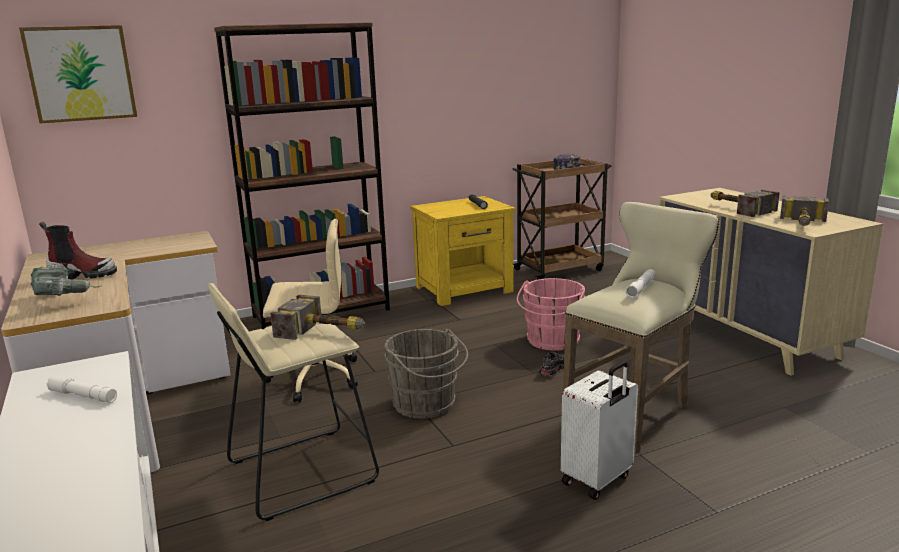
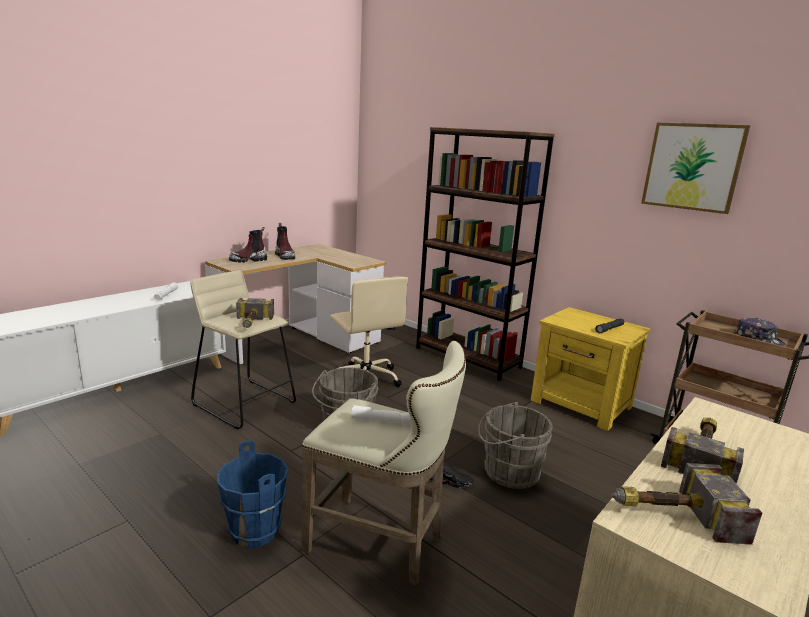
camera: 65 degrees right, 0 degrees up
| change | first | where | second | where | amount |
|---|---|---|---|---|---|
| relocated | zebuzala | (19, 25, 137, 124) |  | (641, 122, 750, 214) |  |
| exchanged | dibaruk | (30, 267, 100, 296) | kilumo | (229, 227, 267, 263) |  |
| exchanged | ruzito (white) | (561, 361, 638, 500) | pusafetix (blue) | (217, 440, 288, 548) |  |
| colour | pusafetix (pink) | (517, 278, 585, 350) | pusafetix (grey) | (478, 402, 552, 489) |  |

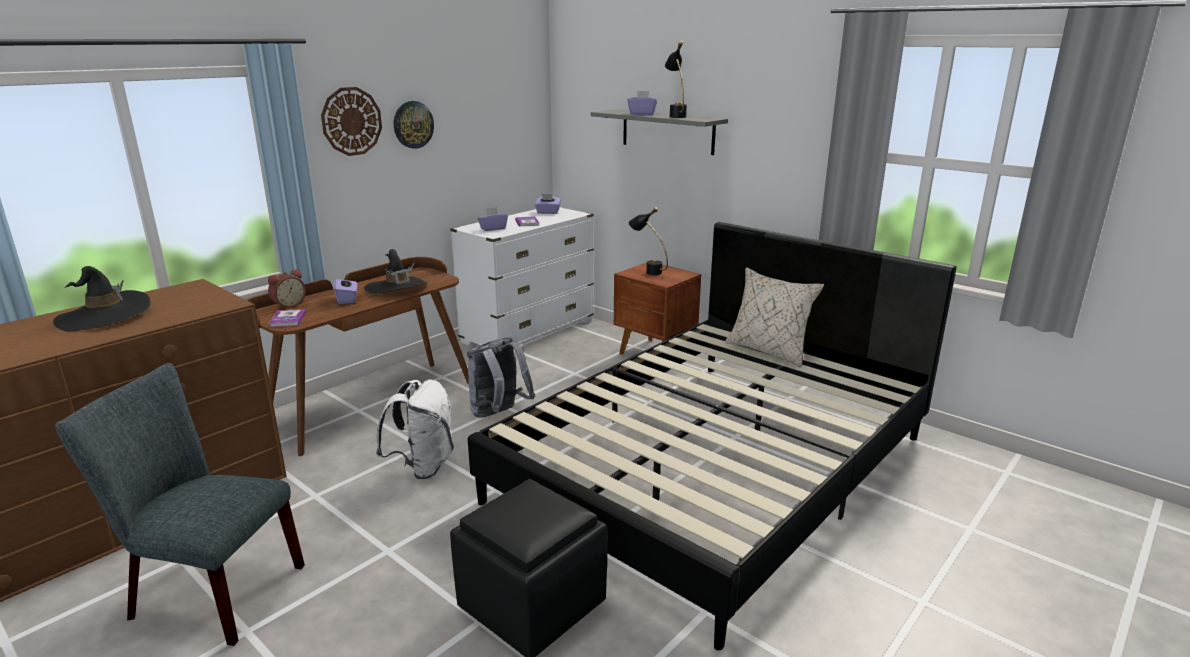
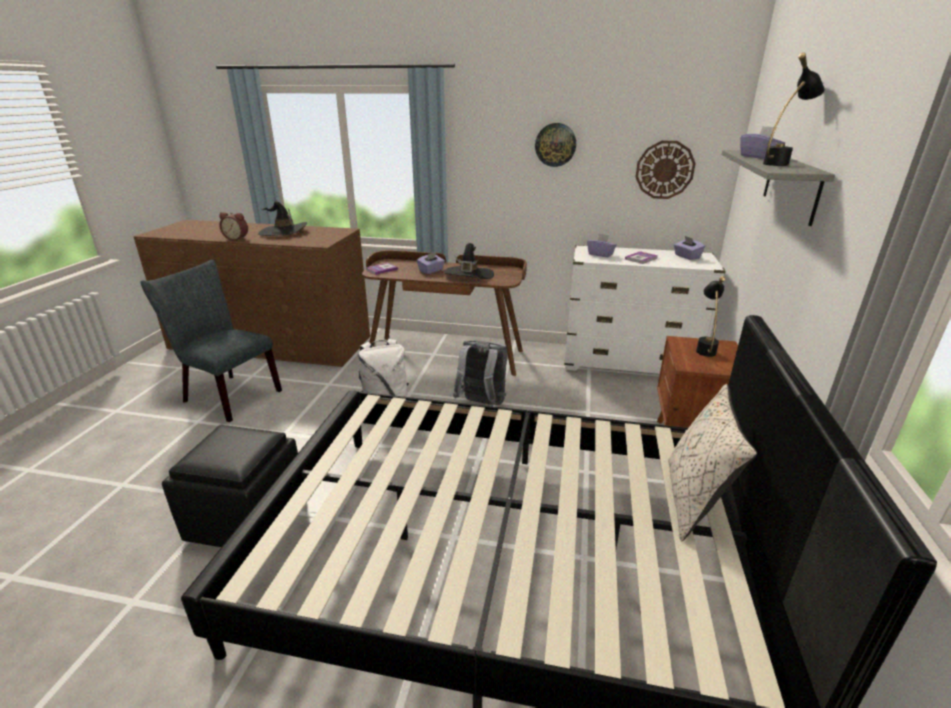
camera: 60 degrees right, 5 degrees up
| change | first | where | second | where | amount |
|---|---|---|---|---|---|
| relocated | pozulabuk | (268, 269, 306, 310) |  | (219, 212, 248, 241) |  |
| relocated | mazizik | (321, 87, 382, 156) |  | (636, 141, 696, 199) |  |
| spun | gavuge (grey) | (55, 363, 305, 646) |  | (140, 260, 282, 422) | 45 degrees counterclockwise |

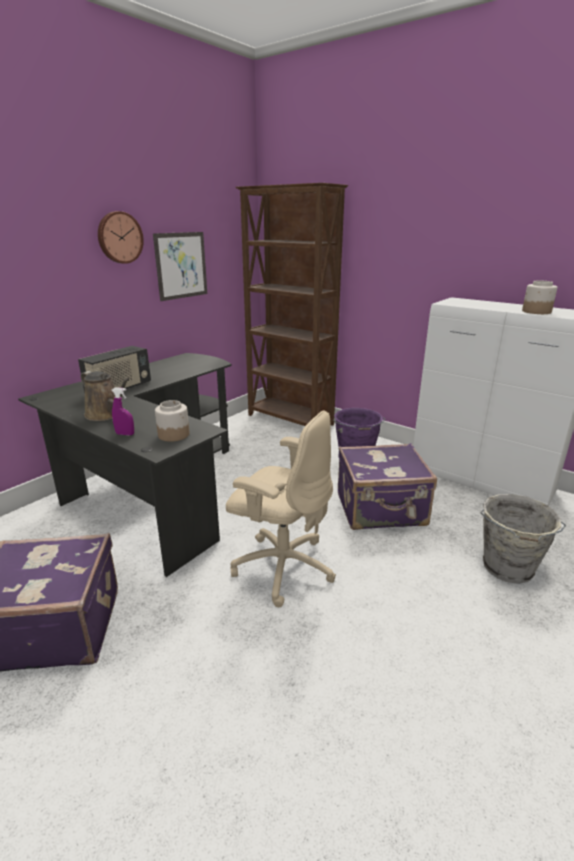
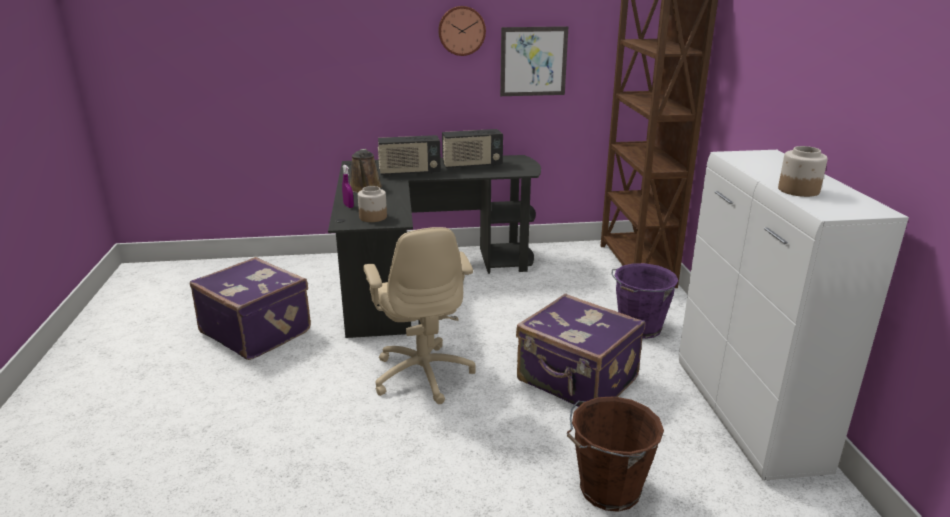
camera: 45 degrees right, 0 degrees up
| change | first | where | second | where | amount |
|---|---|---|---|---|---|
| appeared |  |  | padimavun | (442, 129, 503, 169) |  |
| colour | pusafetix (grey) | (480, 494, 566, 584) | pusafetix (brown) | (567, 396, 664, 512) |  |

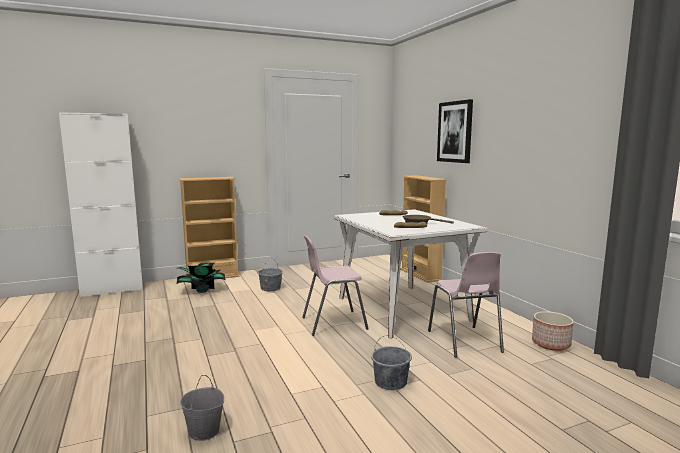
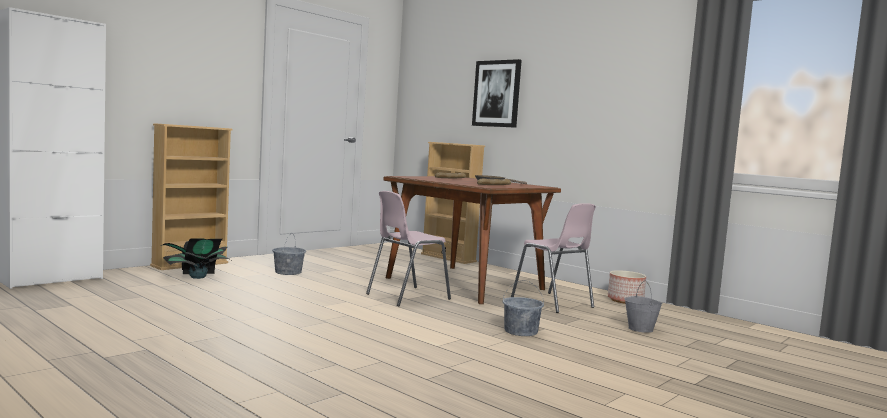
camera: 25 degrees left, 5 degrees down
| change | first | where | second | where | amount |
|---|---|---|---|---|---|
| relocated | pusafetix (grey) | (180, 375, 224, 441) |  | (625, 280, 663, 333) |  |
| colour | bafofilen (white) | (334, 209, 488, 338) | bafofilen (brown) | (383, 176, 561, 304) |  |

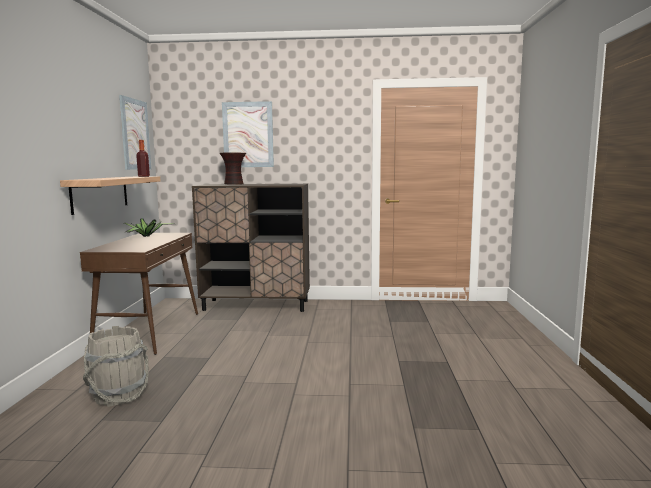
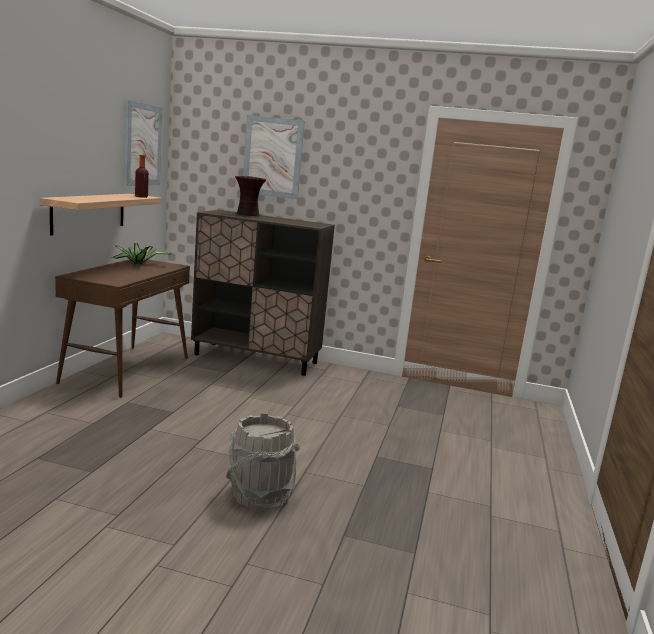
camera: 10 degrees right, 5 degrees up
| change | first | where | second | where | amount |
|---|---|---|---|---|---|
| relocated | pusafetix (grey) | (83, 326, 149, 407) |  | (226, 413, 300, 510) |  |

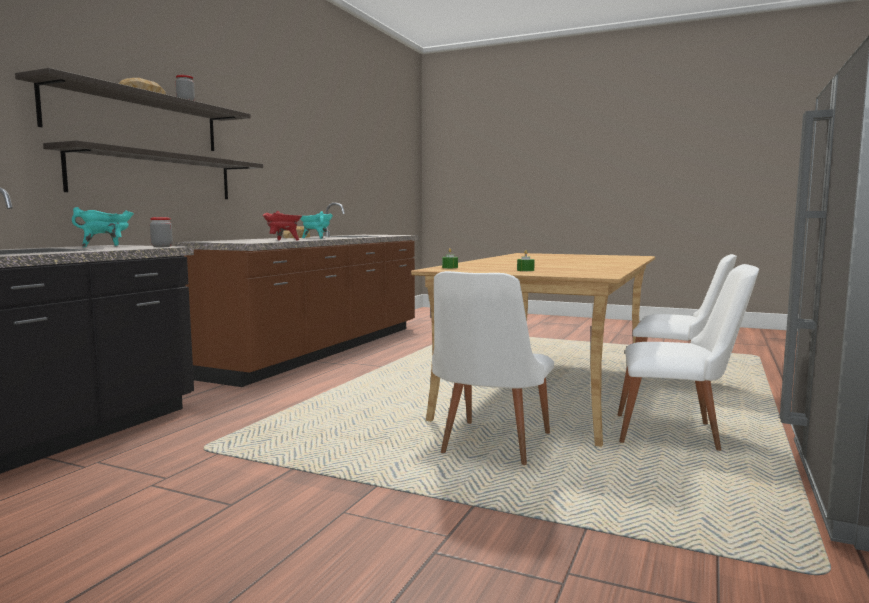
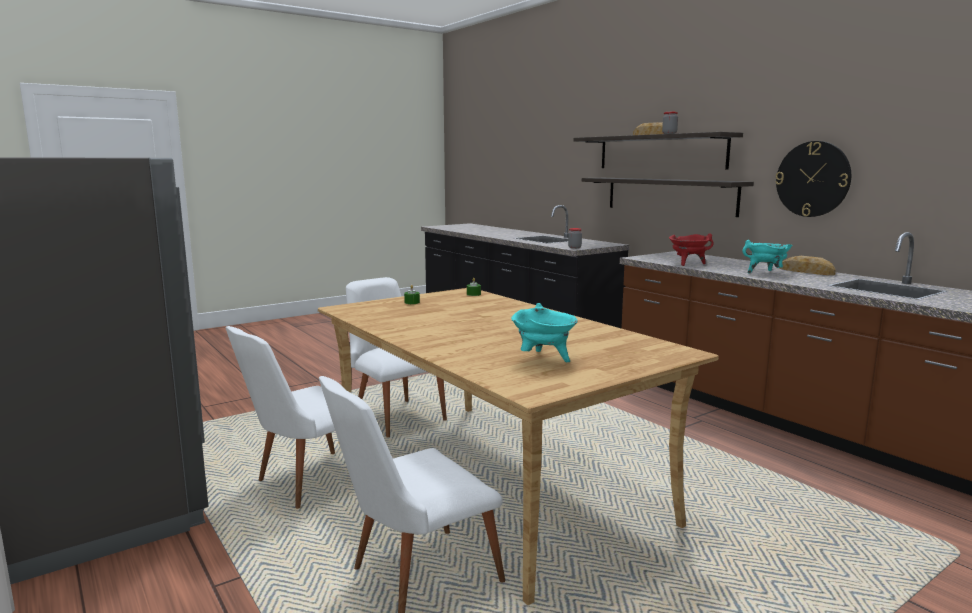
camera: 120 degrees right, 5 degrees up
| change | first | where | second | where | amount |
|---|---|---|---|---|---|
| appeared |  |  | mazizik | (775, 141, 851, 217) |  |
| relocated | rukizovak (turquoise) | (72, 207, 134, 247) |  | (511, 303, 578, 362) |  |

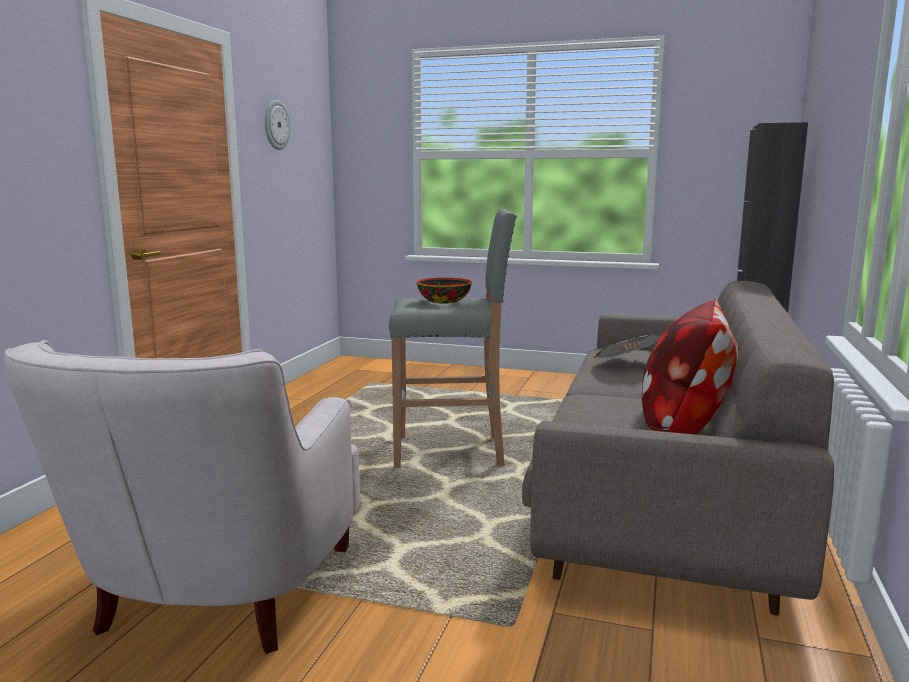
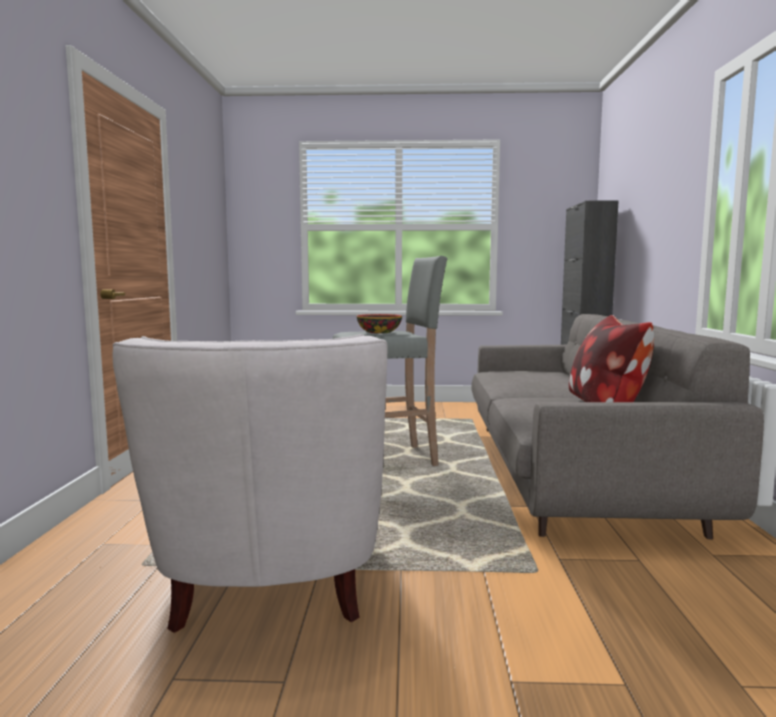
camera: 15 degrees left, 5 degrees down
| change | first | where | second | where | amount |
|---|---|---|---|---|---|
| missing | mazizik | (265, 100, 291, 150) |  |  |  |
| missing | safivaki | (593, 334, 661, 358) |  |  |  |

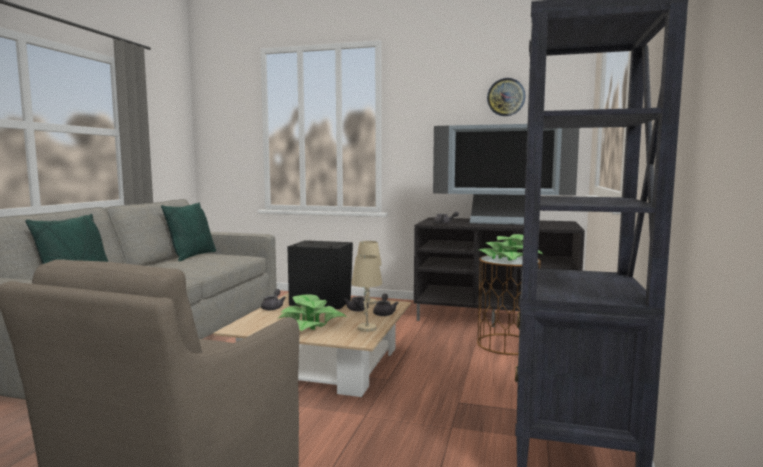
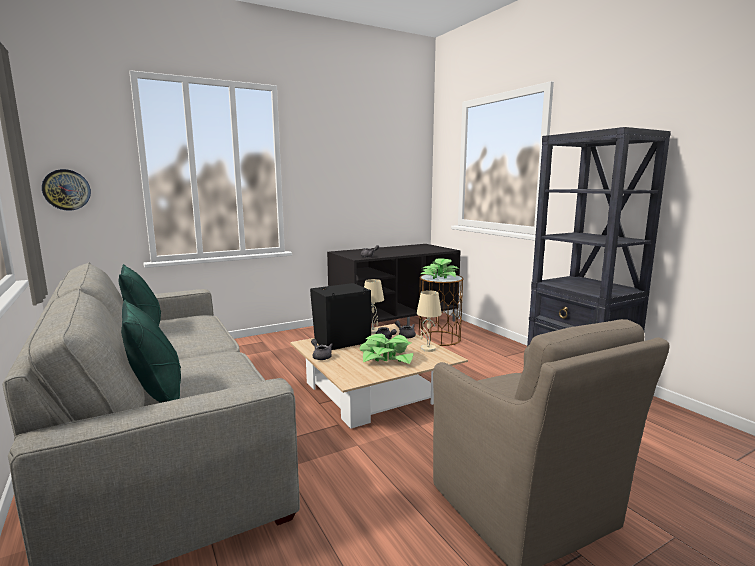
camera: 45 degrees left, 5 degrees up
| change | first | where | second | where | amount |
|---|---|---|---|---|---|
| missing | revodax | (433, 124, 579, 225) |  |  |  |
| relocated | mazizik | (487, 78, 525, 116) |  | (42, 169, 91, 211) |  |

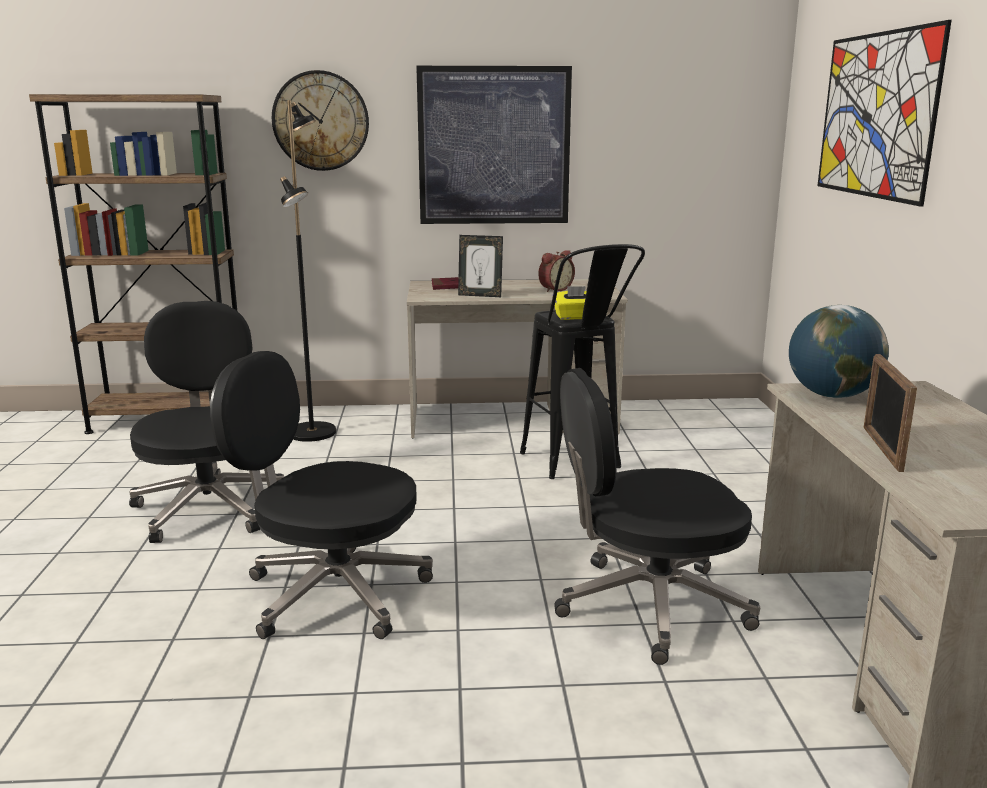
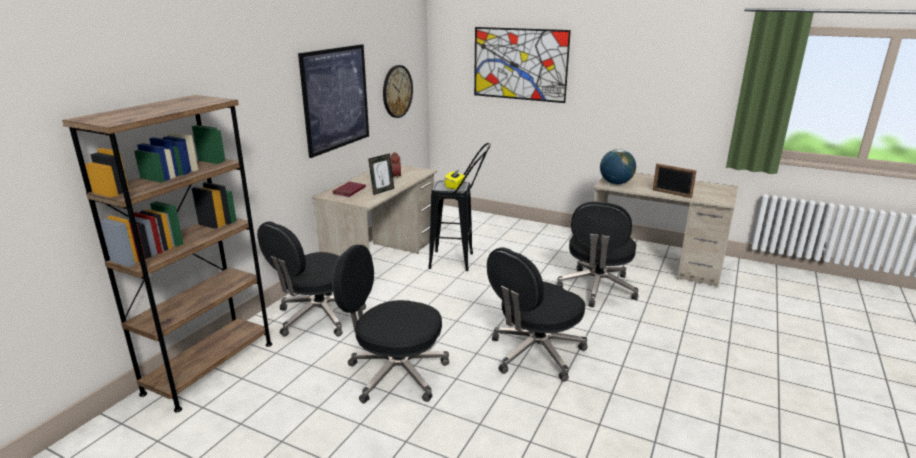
camera: 60 degrees left, 5 degrees up
| change | first | where | second | where | amount |
|---|---|---|---|---|---|
| relocated | mazizik | (272, 70, 369, 171) |  | (383, 65, 413, 118) |  |
| exchanged | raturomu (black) | (280, 100, 336, 442) | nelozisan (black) | (257, 221, 366, 337) |  |

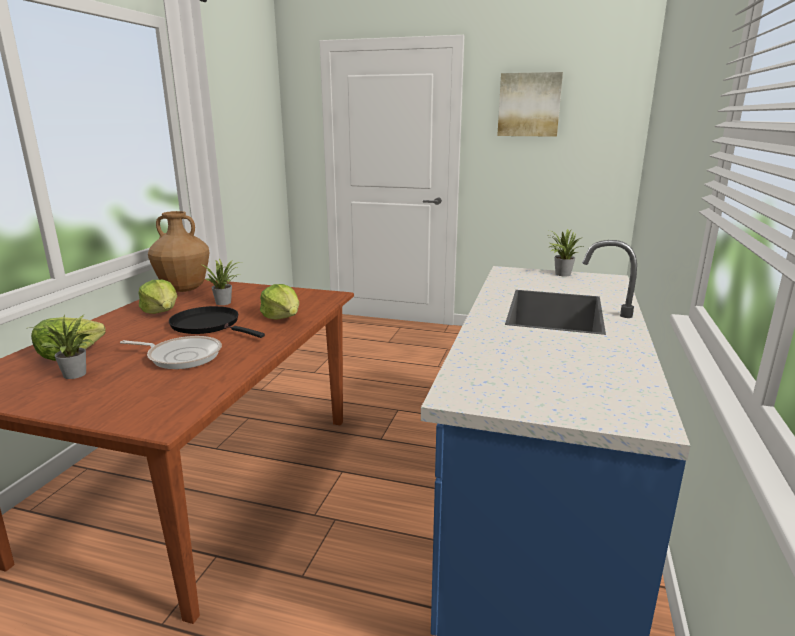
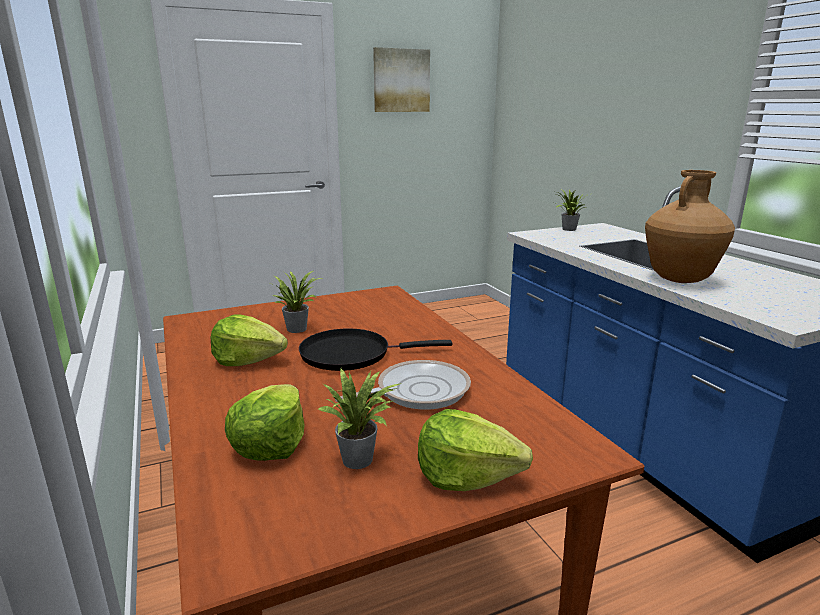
camera: 40 degrees left, 0 degrees up
| change | first | where | second | where | amount |
|---|---|---|---|---|---|
| relocated | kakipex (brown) | (148, 211, 209, 292) |  | (645, 170, 735, 283) |  |
| relocated | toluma | (260, 284, 299, 319) |  | (418, 409, 533, 491) |  |

